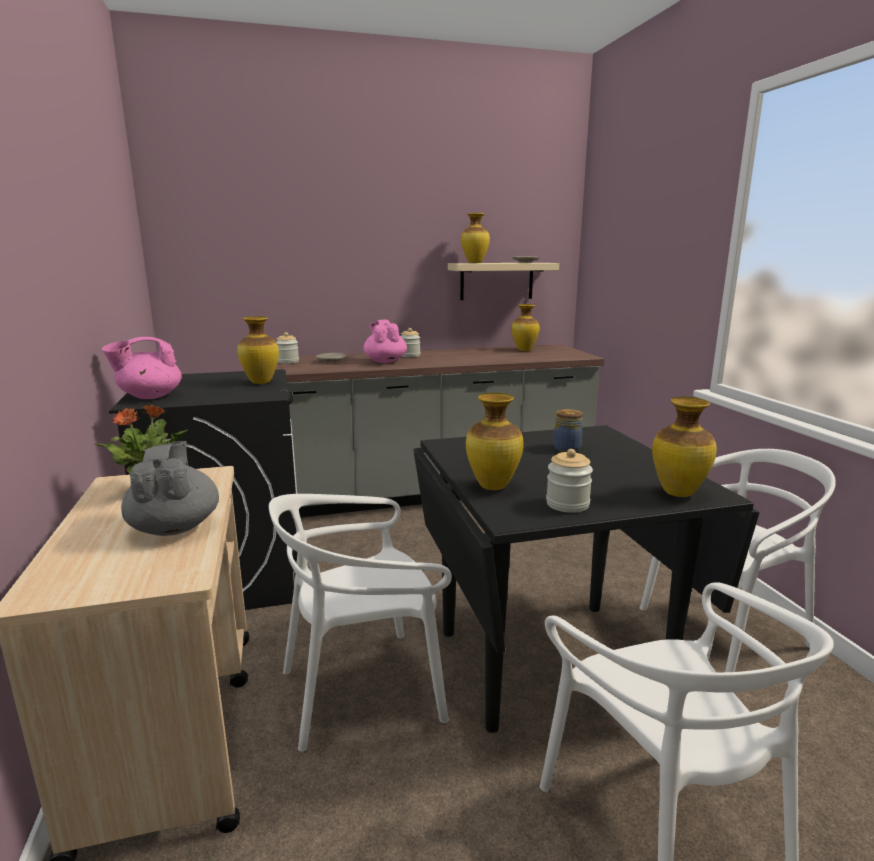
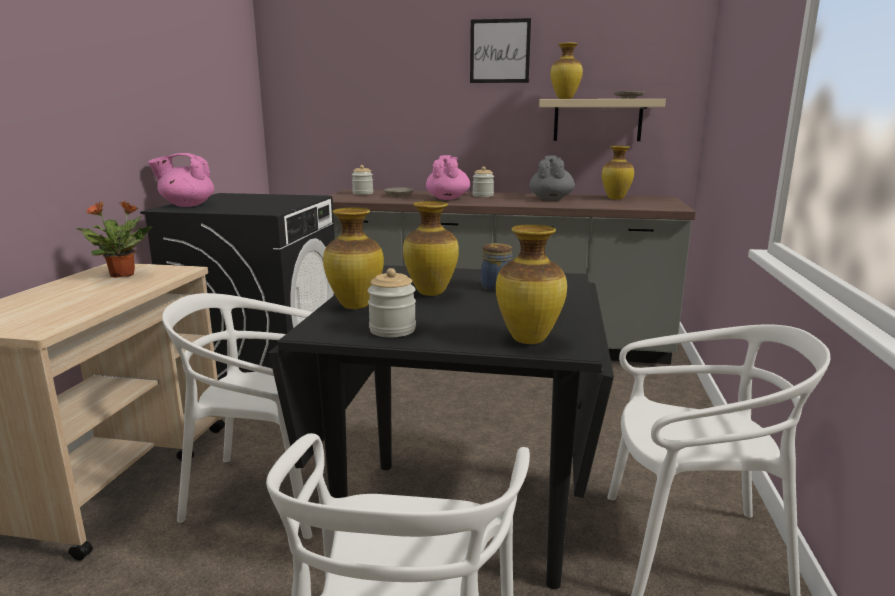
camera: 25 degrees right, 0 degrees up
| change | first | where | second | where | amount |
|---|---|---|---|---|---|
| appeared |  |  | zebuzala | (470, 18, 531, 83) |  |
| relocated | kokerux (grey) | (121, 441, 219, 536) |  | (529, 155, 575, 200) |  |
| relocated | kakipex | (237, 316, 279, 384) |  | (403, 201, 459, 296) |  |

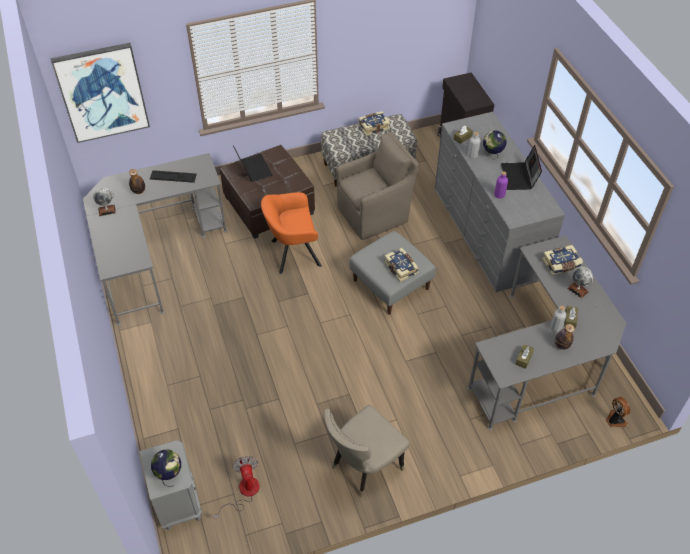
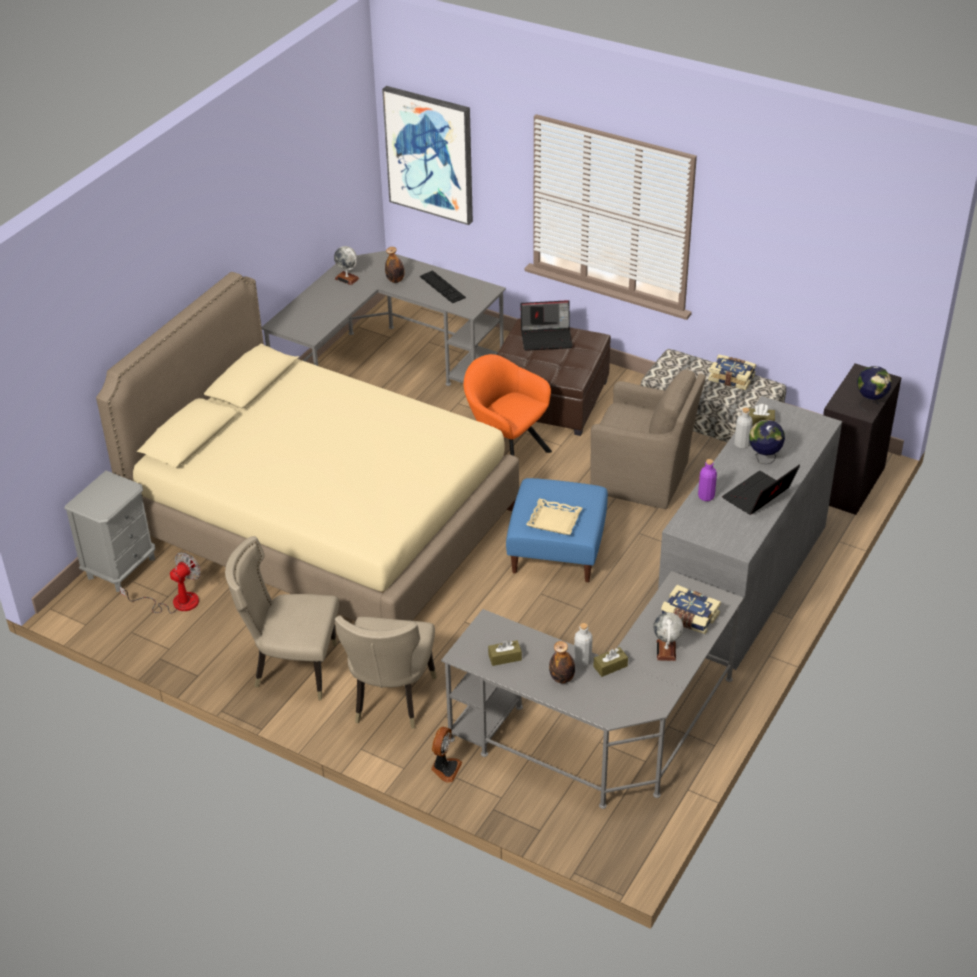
camera: 50 degrees right, 10 degrees down
| change | first | where | second | where | amount |
|---|---|---|---|---|---|
| appeared |  |  | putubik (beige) | (96, 272, 519, 621) |  |
| appeared |  |  | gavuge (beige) | (335, 616, 437, 729) |  |
| relocated | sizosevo | (151, 450, 181, 487) |  | (857, 366, 892, 412) |  |
| relocated | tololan | (606, 397, 630, 427) |  | (431, 727, 462, 783) |  |
| exchanged | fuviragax | (384, 248, 419, 282) | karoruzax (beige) | (526, 498, 582, 535) |  |
| colour | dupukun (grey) | (349, 231, 436, 315) | dupukun (blue) | (506, 478, 608, 582) |  |
| spun | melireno | (233, 145, 272, 182) |  | (520, 300, 573, 351) | 60 degrees clockwise |

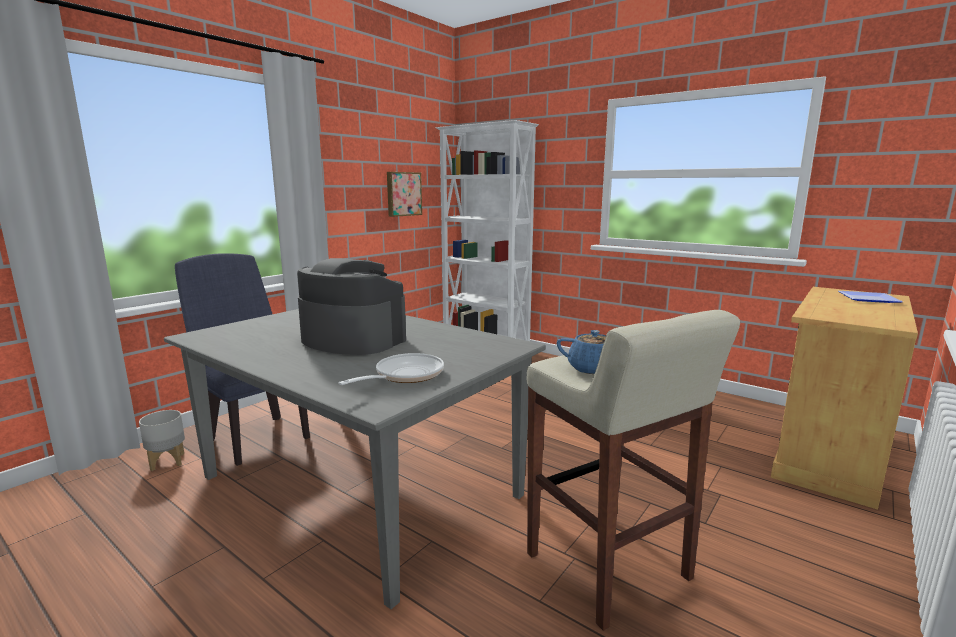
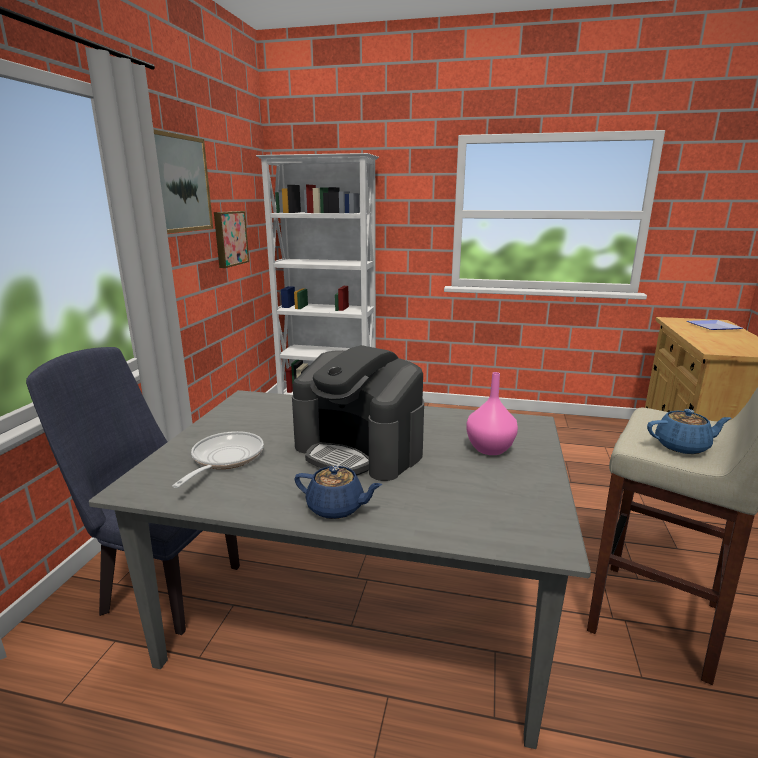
camera: 25 degrees left, 5 degrees up
| change | first | where | second | where | amount |
|---|---|---|---|---|---|
| missing | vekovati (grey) | (139, 410, 185, 471) |  |  |  |
| appeared |  |  | zebuzala | (153, 129, 213, 234) |  |
| appeared |  |  | kokerux (blue) | (294, 466, 382, 519) |  |
| appeared |  |  | kakipex (pink) | (466, 372, 518, 455) |  |
| relocated | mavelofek | (338, 353, 444, 385) |  | (172, 431, 264, 488) |  |
| spun | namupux | (297, 258, 406, 355) |  | (292, 345, 424, 481) | 150 degrees counterclockwise |

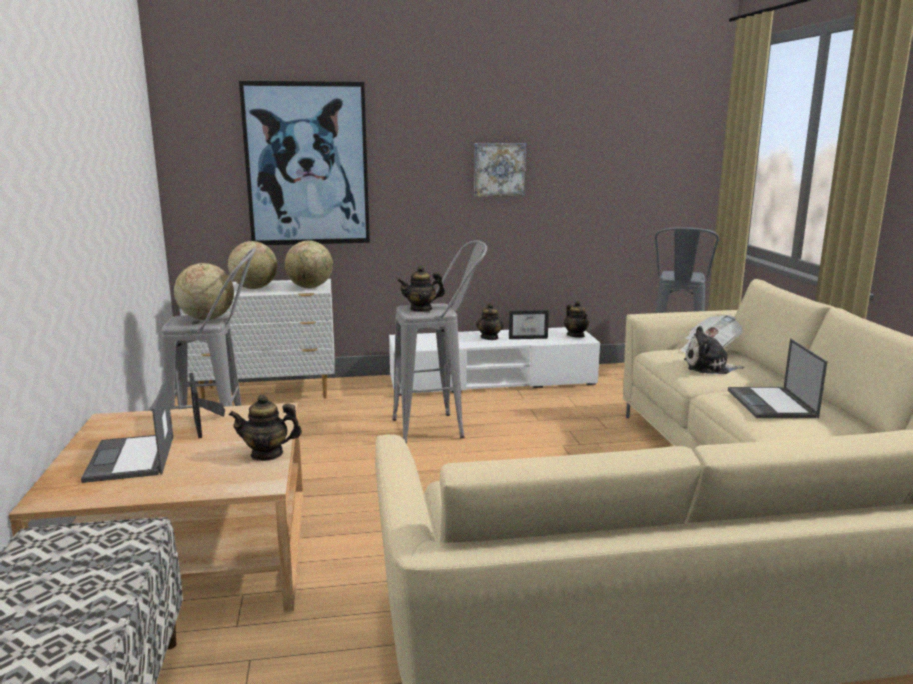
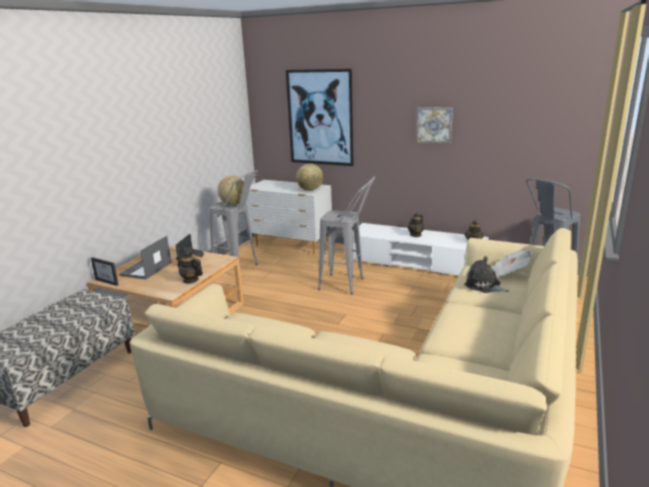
camera: 35 degrees right, 5 degrees up
| change | first | where | second | where | amount |
|---|---|---|---|---|---|
| missing | sizosevo | (228, 241, 277, 289) |  |  |  |
| missing | kokerux | (398, 266, 445, 312) |  |  |  |
| missing | melireno | (728, 339, 827, 418) |  |  |  |
| relocated | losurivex | (509, 310, 549, 339) |  | (91, 257, 119, 286) |  |

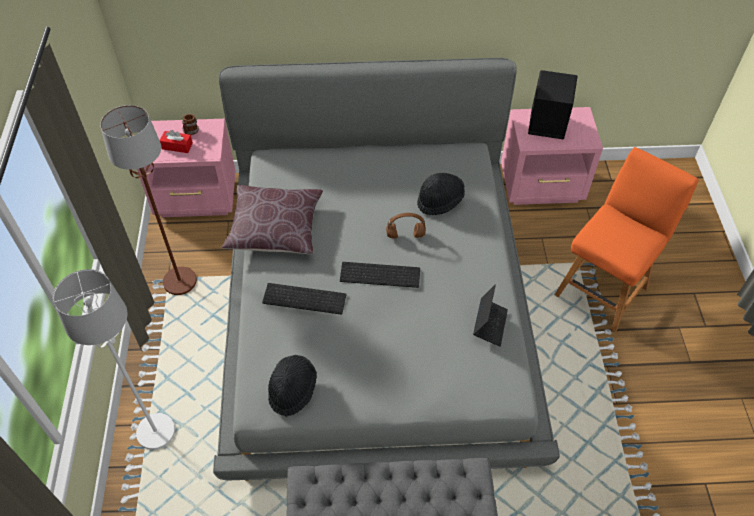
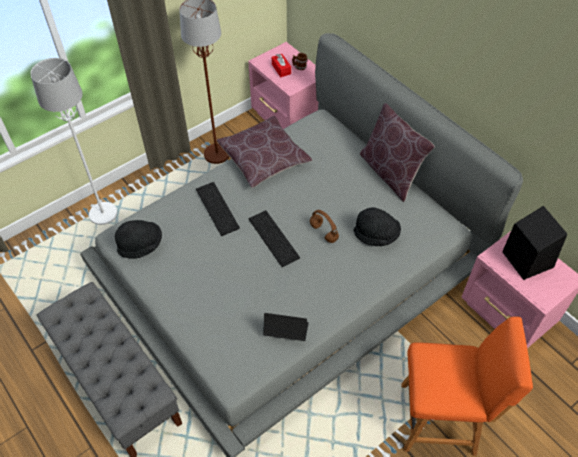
camera: 55 degrees right, 0 degrees up
| change | first | where | second | where | amount |
|---|---|---|---|---|---|
| appeared |  |  | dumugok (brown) | (360, 103, 435, 202) |  |
| spun | melireno | (473, 284, 508, 346) |  | (263, 313, 309, 341) | 150 degrees counterclockwise |

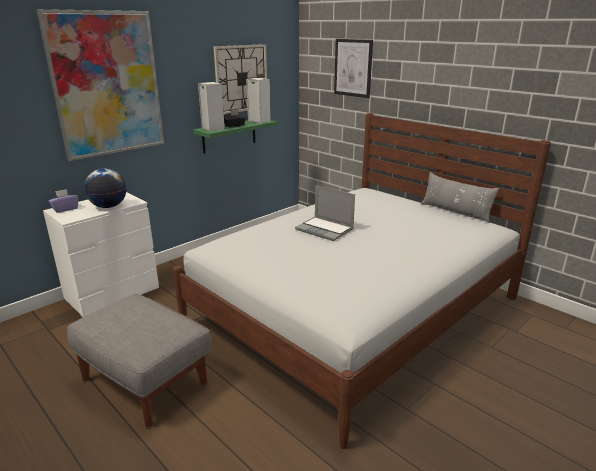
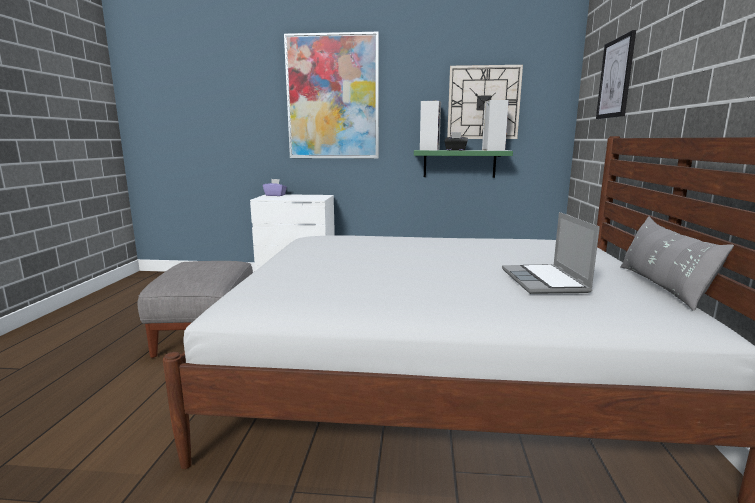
camera: 50 degrees right, 10 degrees down
| change | first | where | second | where | amount |
|---|---|---|---|---|---|
| missing | sizosevo | (84, 169, 127, 208) |  |  |  |
| relocated | melireno | (295, 185, 355, 241) |  | (502, 212, 600, 294) |  |

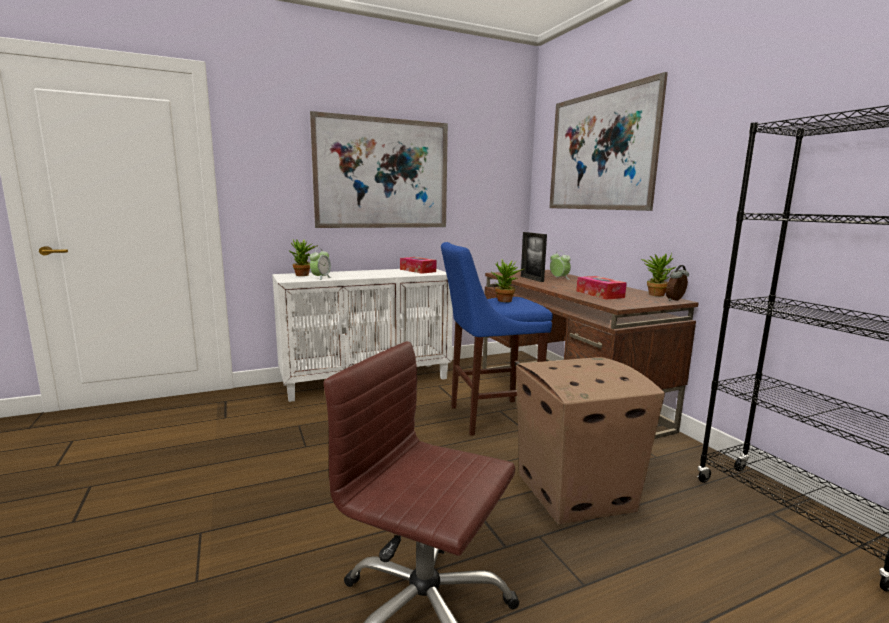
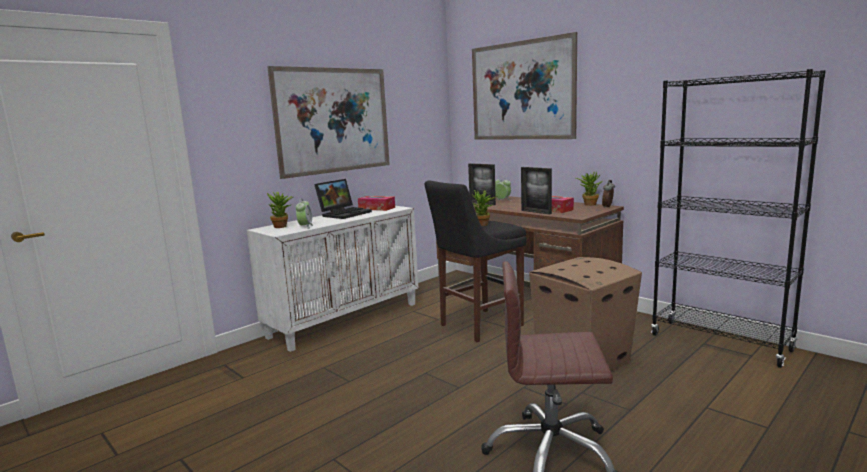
camera: 20 degrees left, 0 degrees up
| change | first | where | second | where | amount |
|---|---|---|---|---|---|
| appeared |  |  | melireno | (314, 179, 372, 219) |  |
| appeared |  |  | losurivex | (521, 167, 552, 215) |  |
| colour | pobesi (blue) | (441, 242, 553, 436) | pobesi (black) | (424, 180, 527, 342) |  |

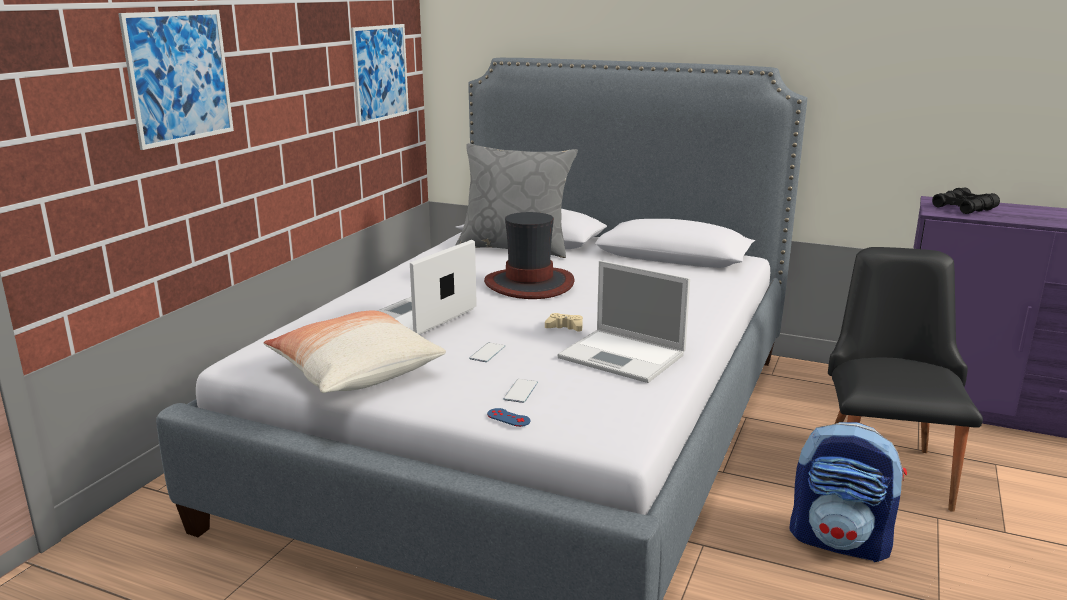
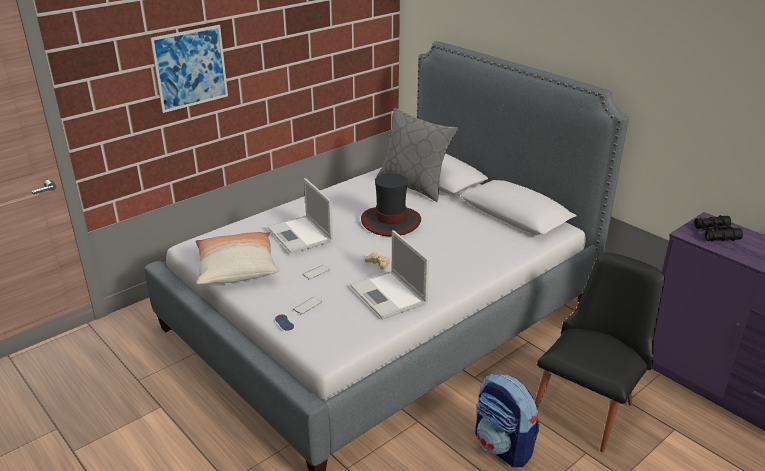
camera: 25 degrees right, 10 degrees up
| change | first | where | second | where | amount |
|---|---|---|---|---|---|
| missing | zebuzala | (351, 24, 409, 126) |  |  |  |
| spun | melireno | (377, 240, 477, 335) |  | (267, 178, 333, 254) | 90 degrees counterclockwise |

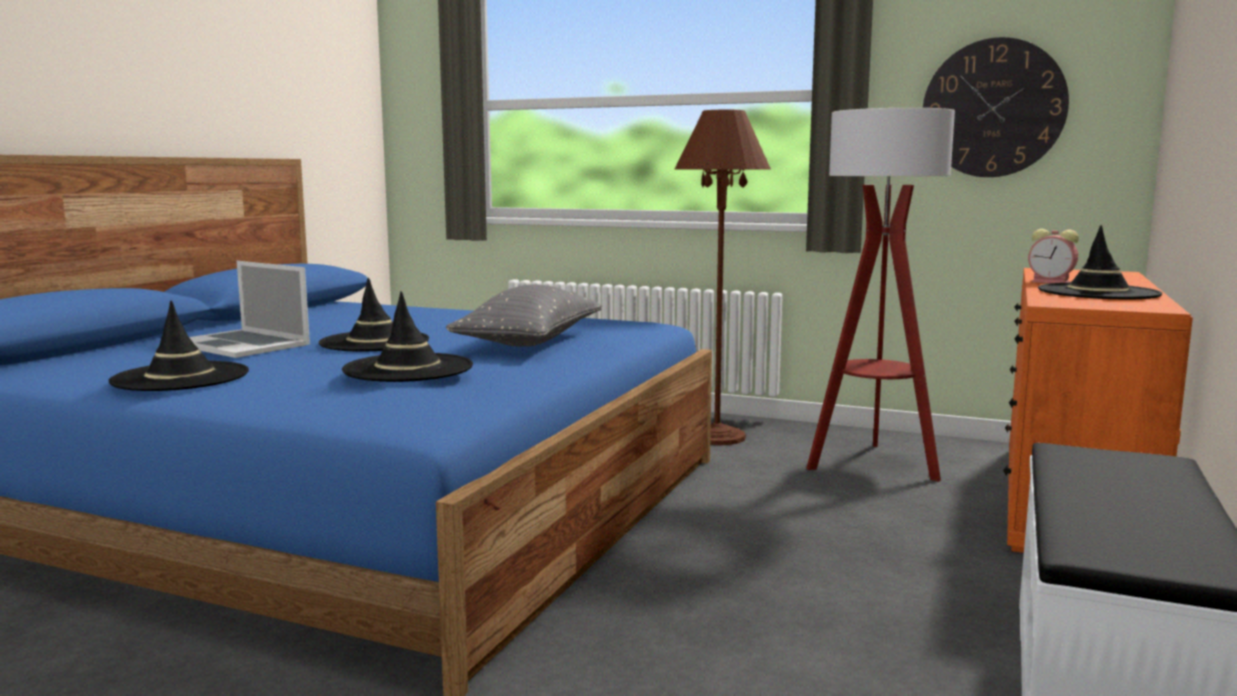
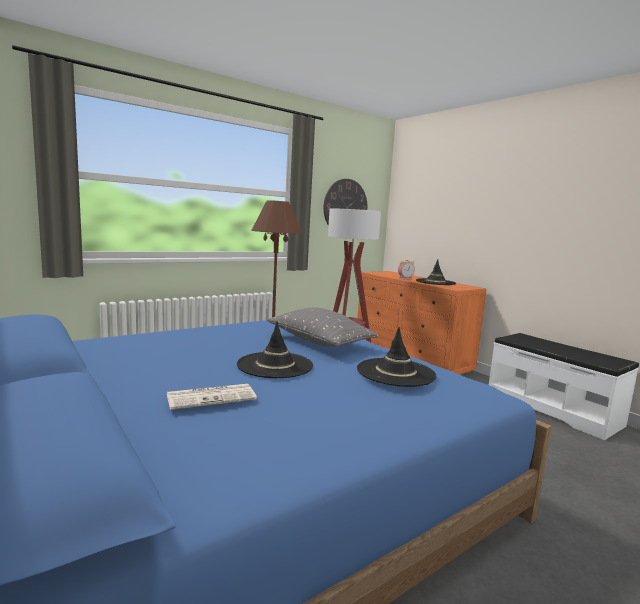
camera: 60 degrees left, 0 degrees up
| change | first | where | second | where | amount |
|---|---|---|---|---|---|
| missing | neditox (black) | (109, 301, 249, 391) |  |  |  |
| exchanged | melireno | (189, 261, 310, 358) | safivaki | (167, 384, 257, 410) |  |

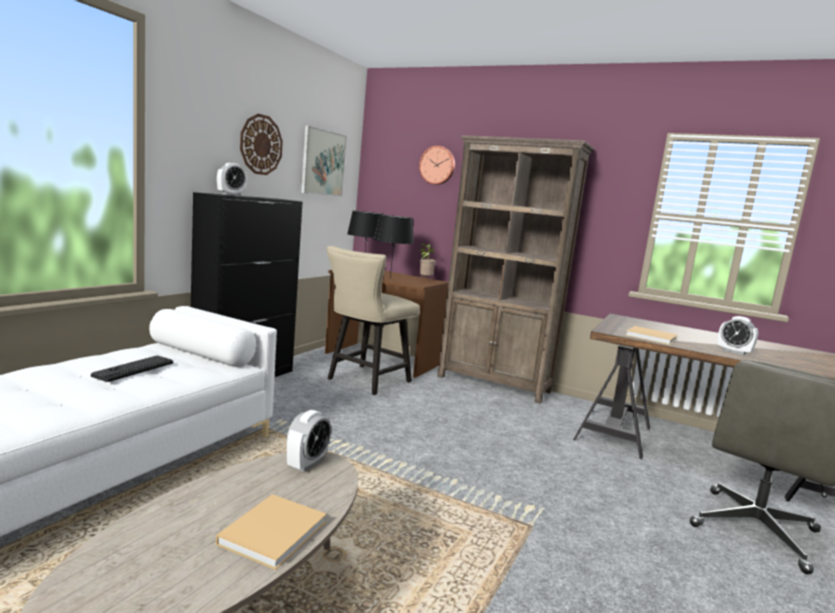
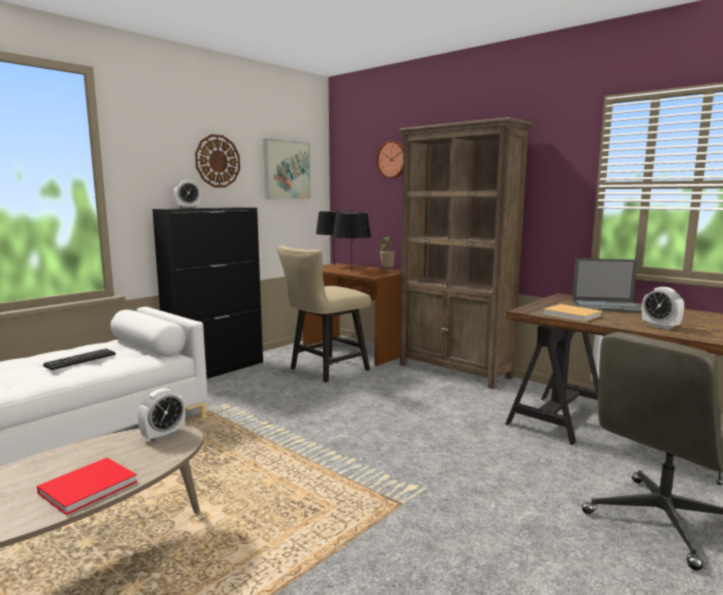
camera: 15 degrees right, 0 degrees up
| change | first | where | second | where | amount |
|---|---|---|---|---|---|
| appeared |  |  | melireno | (572, 258, 642, 313) |  |
| colour | fuviragax (beige) | (216, 494, 327, 570) | fuviragax (red) | (37, 458, 137, 515) |  |

